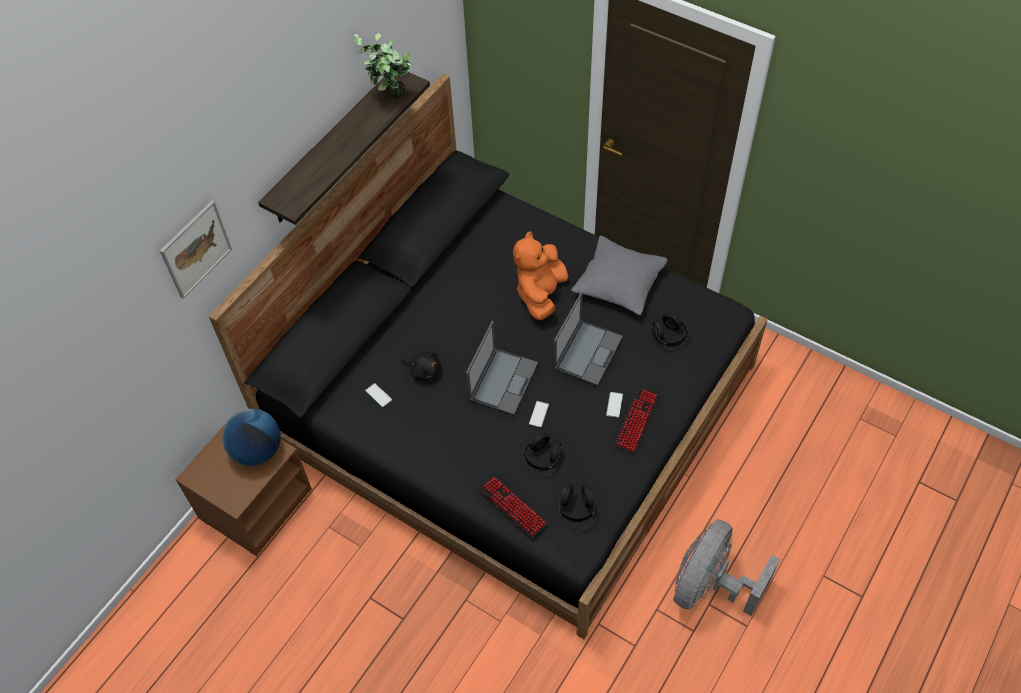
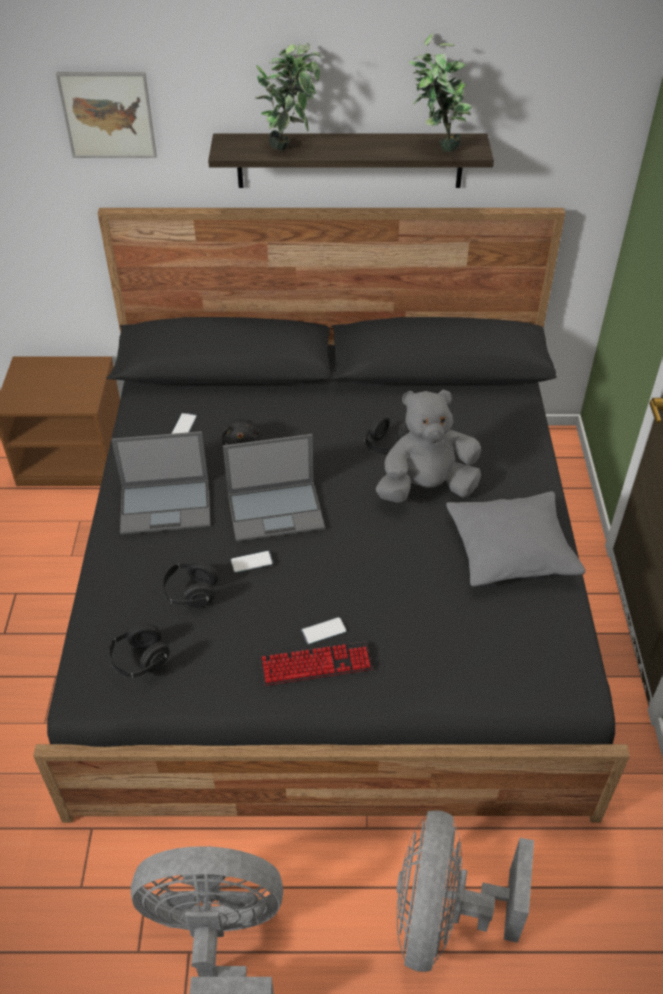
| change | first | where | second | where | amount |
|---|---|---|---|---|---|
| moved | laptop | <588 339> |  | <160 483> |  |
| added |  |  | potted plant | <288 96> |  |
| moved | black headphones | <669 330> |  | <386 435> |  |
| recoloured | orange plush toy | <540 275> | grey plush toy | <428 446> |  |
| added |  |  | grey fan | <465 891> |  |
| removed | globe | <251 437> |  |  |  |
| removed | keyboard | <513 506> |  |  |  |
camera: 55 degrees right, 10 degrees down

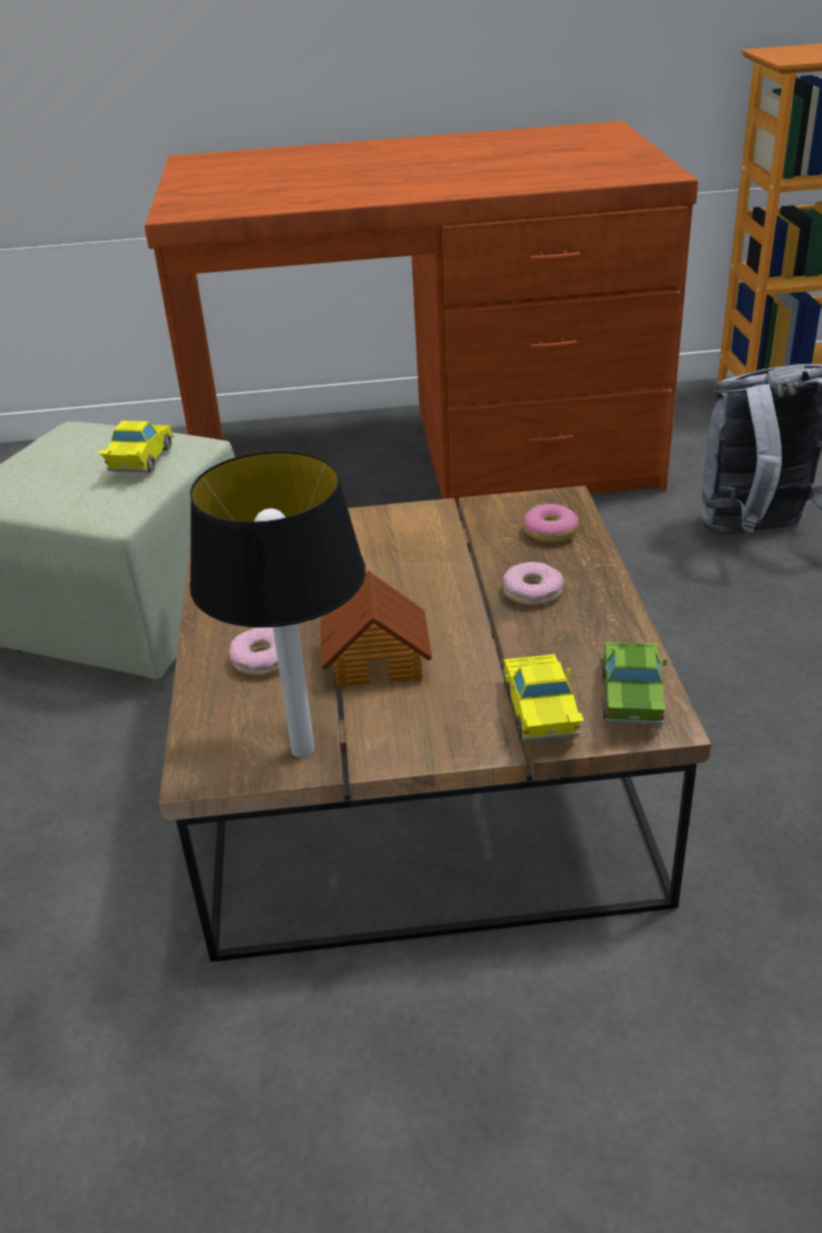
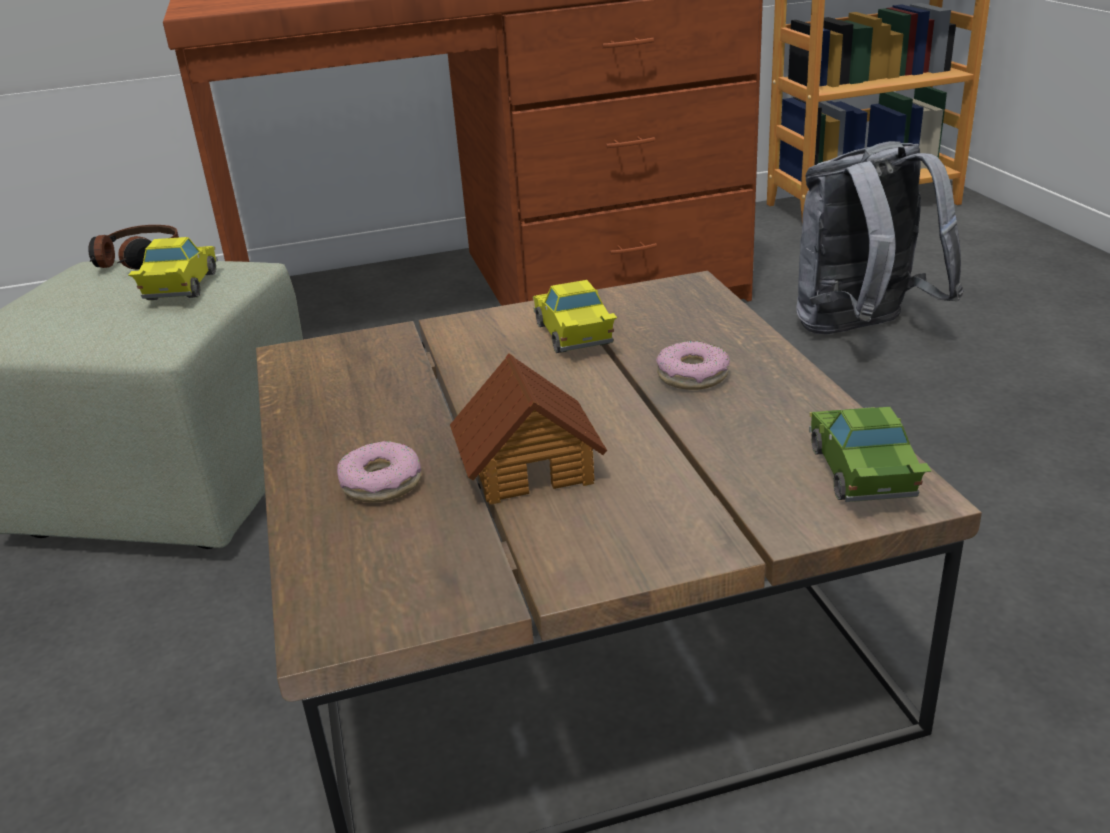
| change | first | where | second | where | amount |
|---|---|---|---|---|---|
| added |  |  | headphones | <133 247> |  |
| moved | yellow toy car | <543 698> |  | <574 316> |  |
| removed | table lamp | <278 604> |  |  |  |
| removed | donut | <551 523> |  |  |  |
camera: 10 degrees left, 5 degrees down

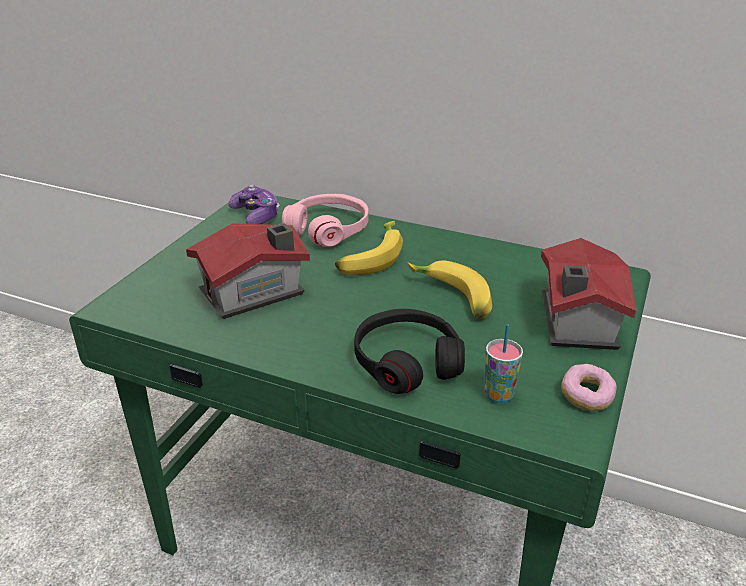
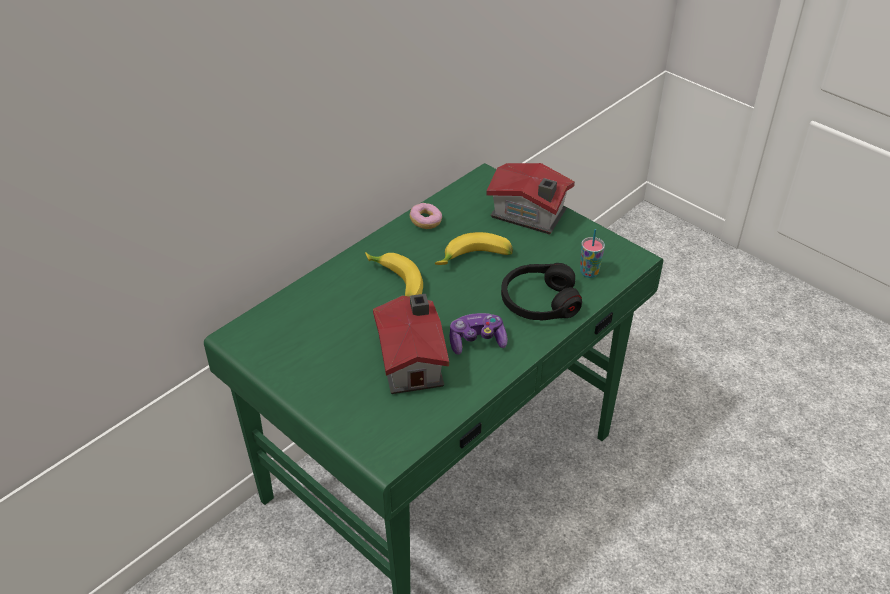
| change | first | where | second | where | amount |
|---|---|---|---|---|---|
| moved | donut | <589 387> |  | <426 216> |  |
| moved | game controller | <254 204> |  | <478 334> |  |
| removed | pink headphones | <325 220> |  |  |  |
camera: 70 degrees left, 10 degrees up

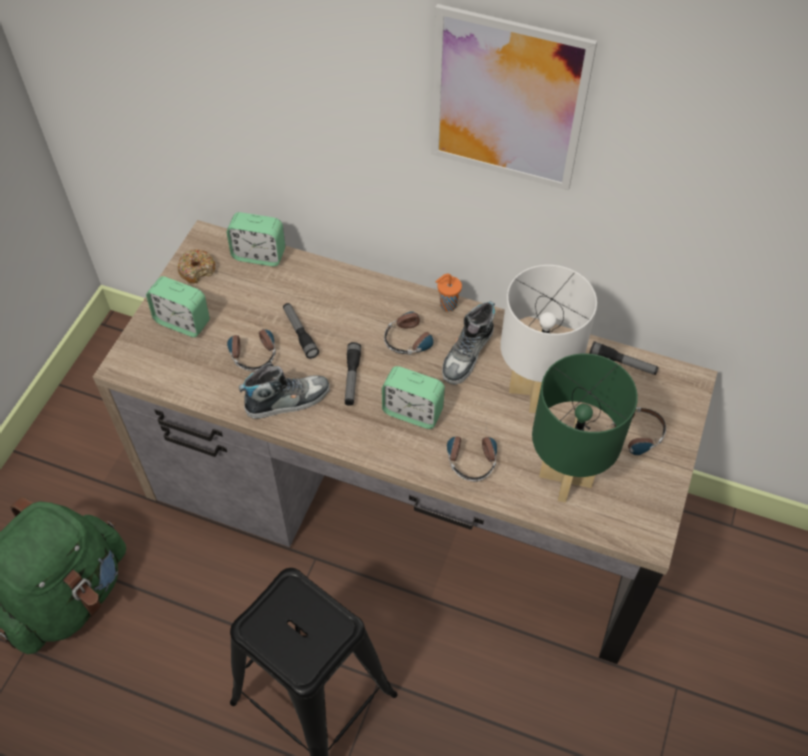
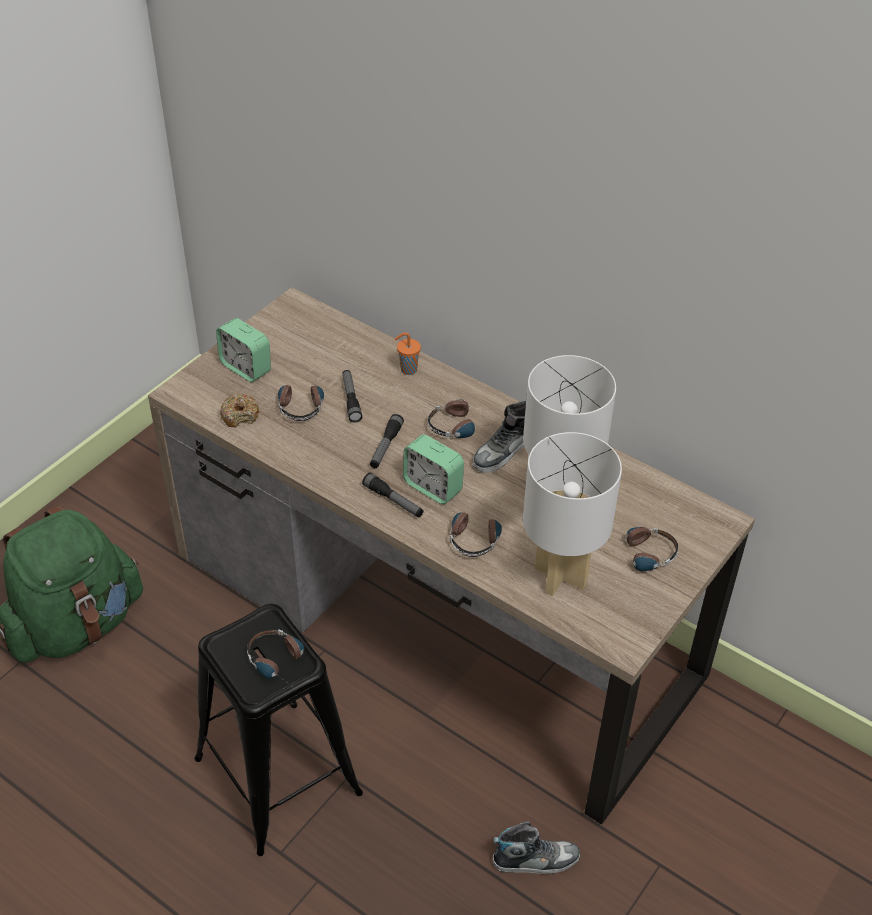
| change | first | where | second | where | amount |
|---|---|---|---|---|---|
| moved | donut | <196 266> |  | <240 410> |  |
| added |  |  | headphones | <275 657> |  |
| moved | flashlight | <624 358> |  | <392 495> |  |
| moved | orange cup | <448 293> |  | <407 353> |  |
| moved | shoe | <284 390> |  | <536 847> |  |
| recoloured | green table lamp | <585 428> | white table lamp | <572 514> |  |
| removed | alarm clock | <256 239> |  |  |  |
| removed | picture | <514 97> |  |  |  |
camera: 15 degrees right, 10 degrees down

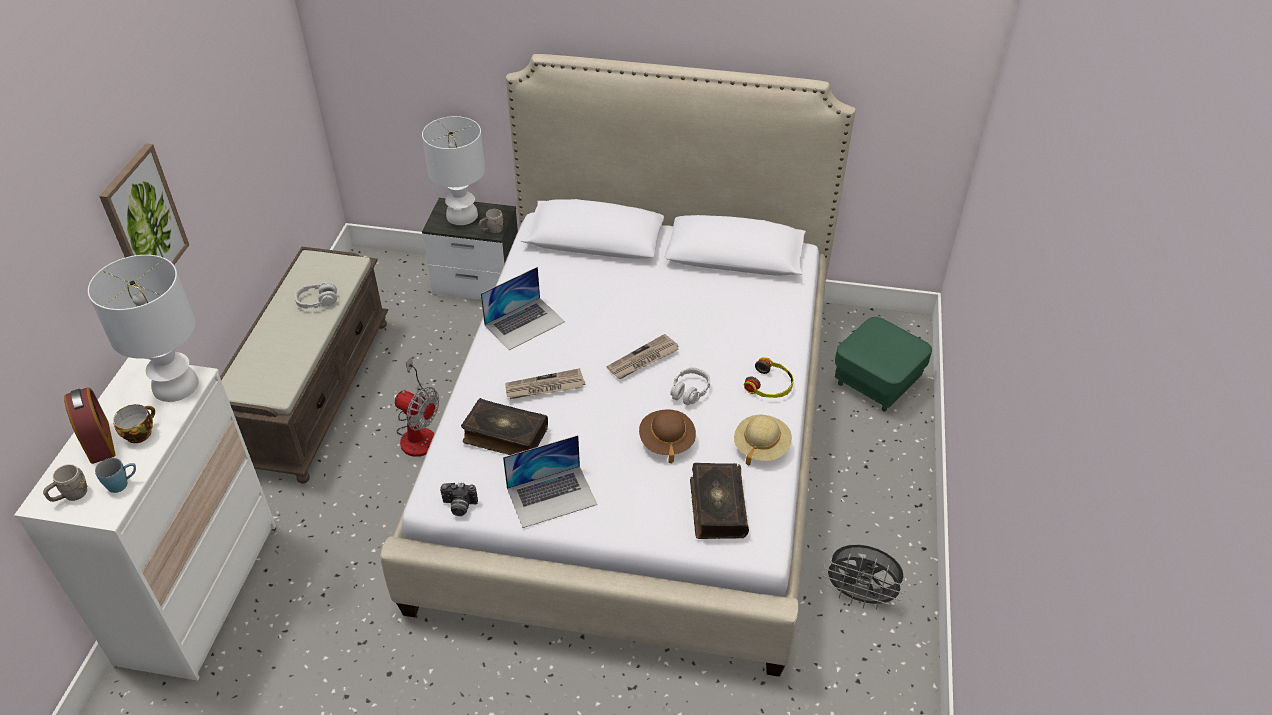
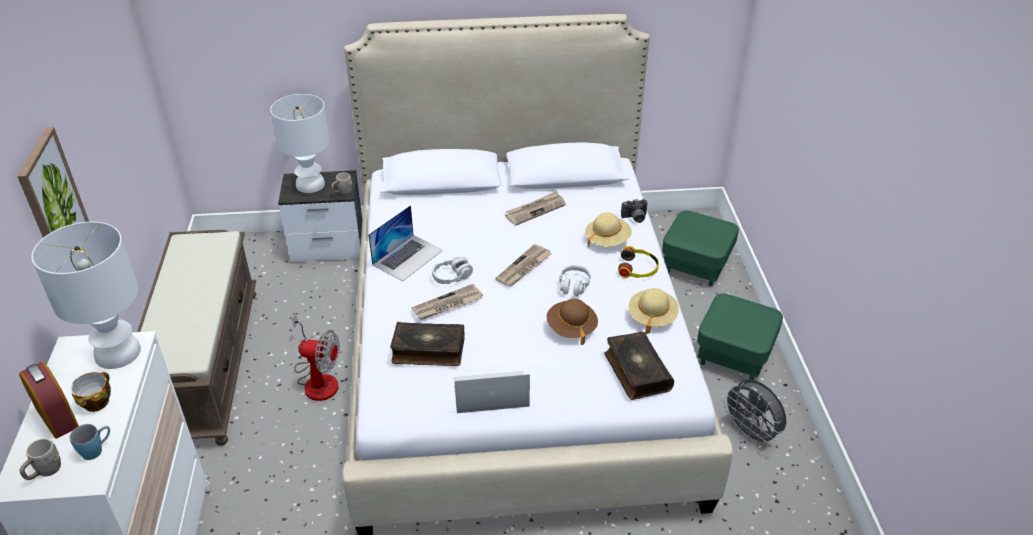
| change | first | where | second | where | amount |
|---|---|---|---|---|---|
| moved | grey headphones | <316 295> |  | <452 270> |  |
| turned | laptop | <550 481> |  | <492 392> | 150 degrees counterclockwise |
| added |  |  | newspaper | <535 208> |  |
| added |  |  | beige hat | <608 230> |  |
| moved | photo camera | <459 499> |  | <634 211> |  |
| added |  |  | green ottoman | <740 337> |  |
| turned | grey fan | <864 577> |  | <754 412> | 45 degrees clockwise |
camera: 15 degrees left, 5 degrees down

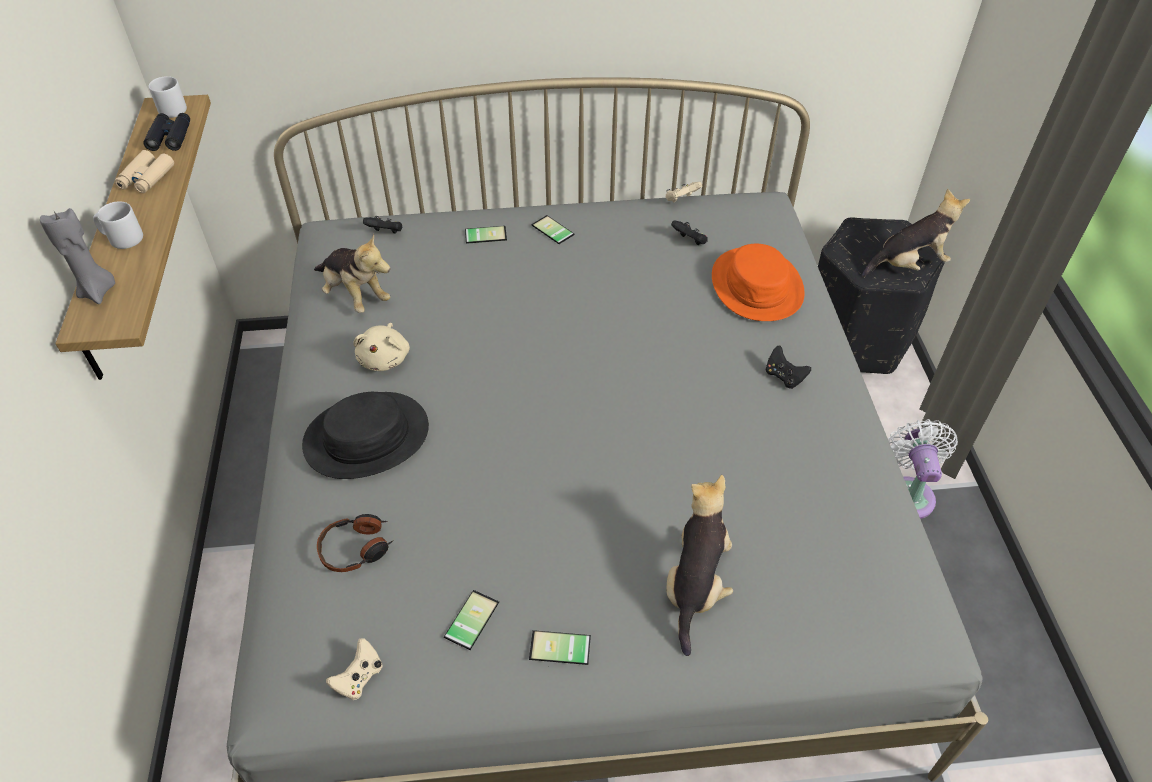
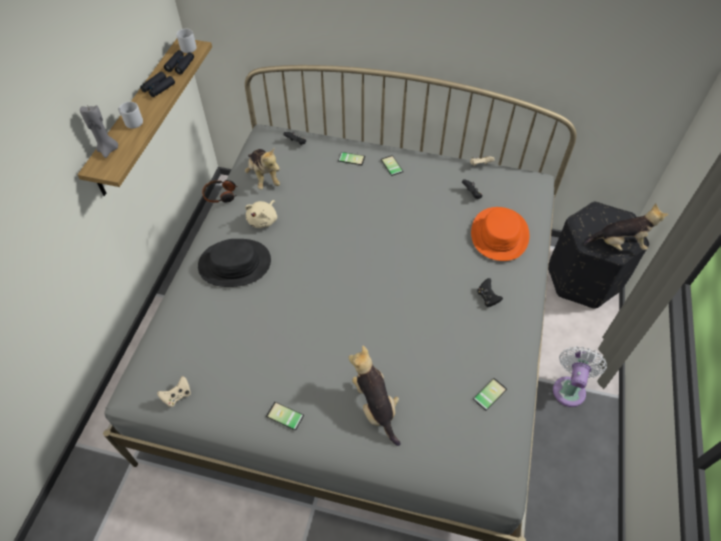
| change | first | where | second | where | amount |
|---|---|---|---|---|---|
| recoloured | beige binoculars | <144 171> | black binoculars | <157 84> |  |
| moved | headphones | <355 543> |  | <220 191> |  |
| turned | plush toy | <699 565> |  | <375 396> | 60 degrees counterclockwise |
| moved | phone | <471 620> |  | <490 394> |  |
camera: 20 degrees right, 5 degrees up

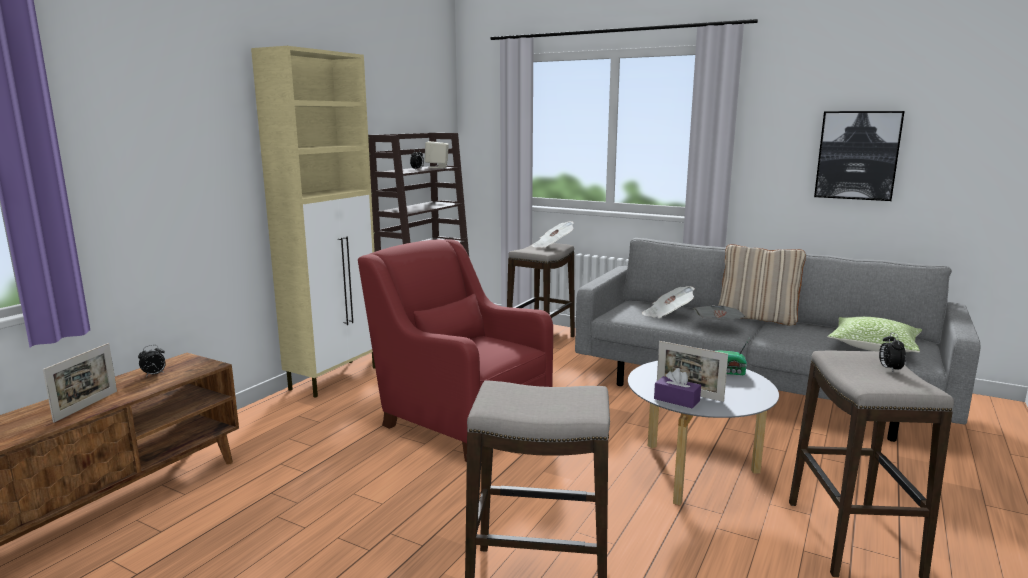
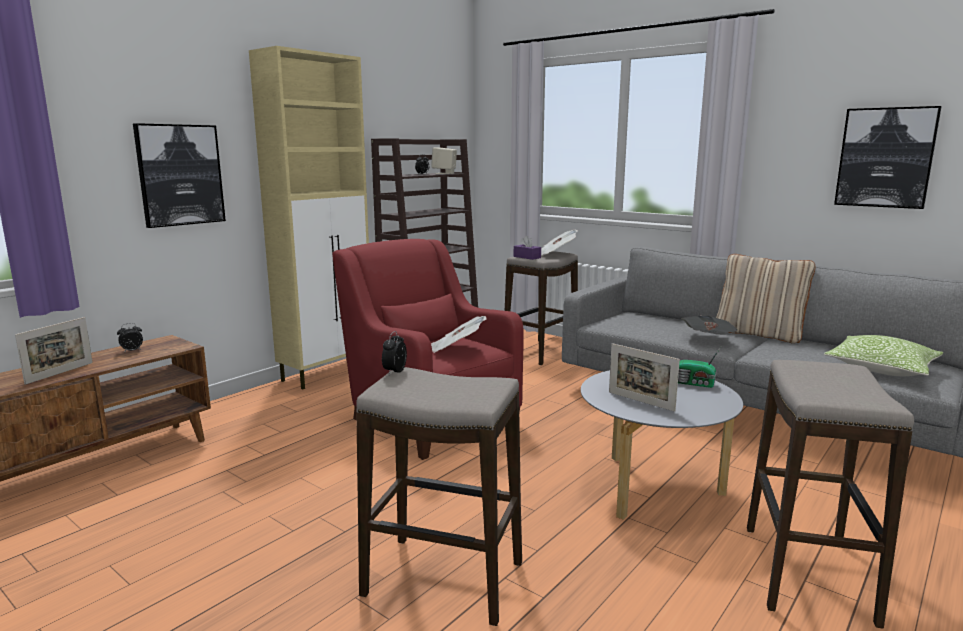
| change | first | where | second | where | amount |
|---|---|---|---|---|---|
| added |  |  | picture | <179 175> |  |
| moved | alarm clock | <892 352> |  | <394 353> |  |
| moved | newspaper | <668 302> |  | <459 334> |  |
| moved | purple tissue box | <677 388> |  | <527 248> |  |
camera: 10 degrees right, 0 degrees up

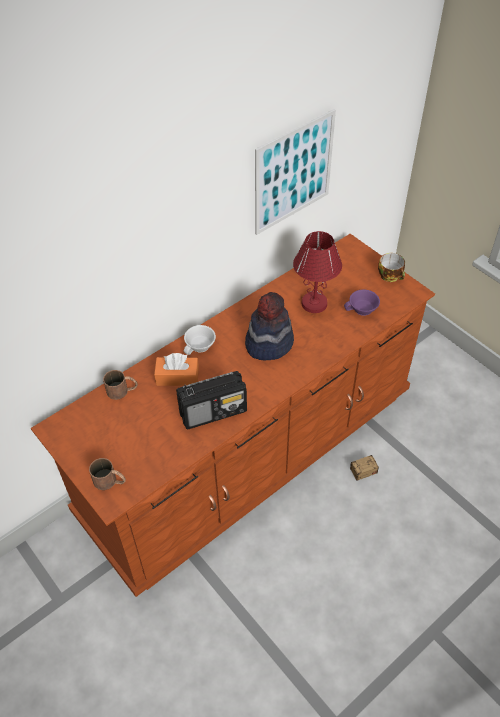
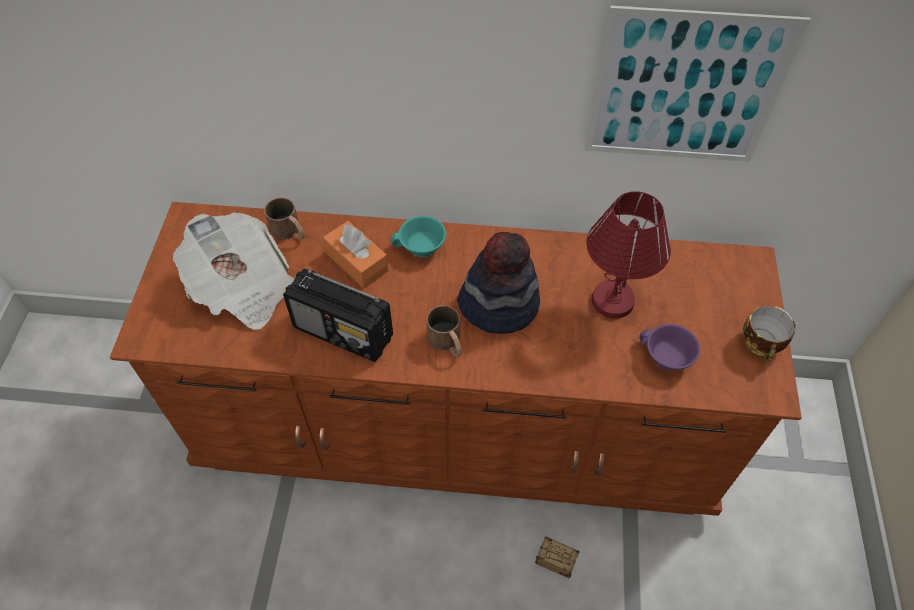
| change | first | where | second | where | amount |
|---|---|---|---|---|---|
| added |  |  | newspaper | <233 271> |  |
| recoloured | white cup | <200 340> | turquoise cup | <418 236> |  |
| moved | brown mug | <107 474> |  | <444 331> |  |
camera: 45 degrees right, 5 degrees up

